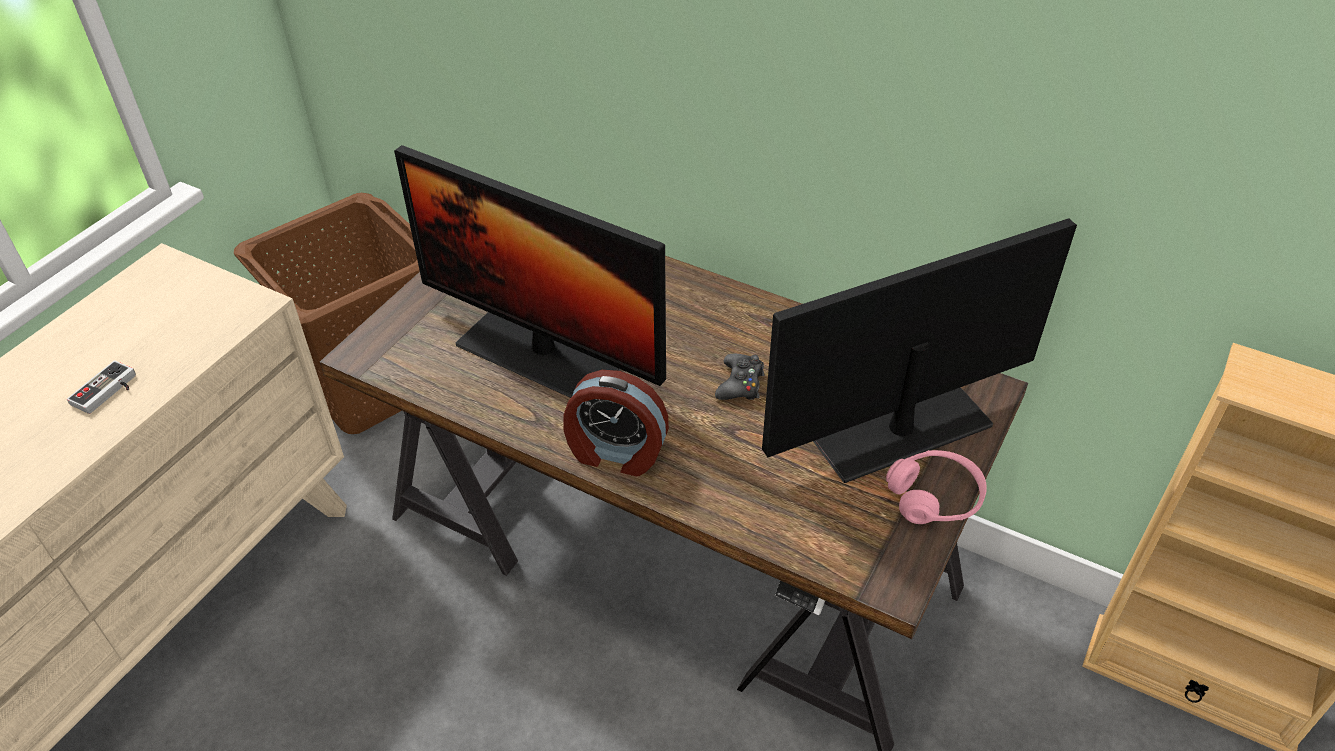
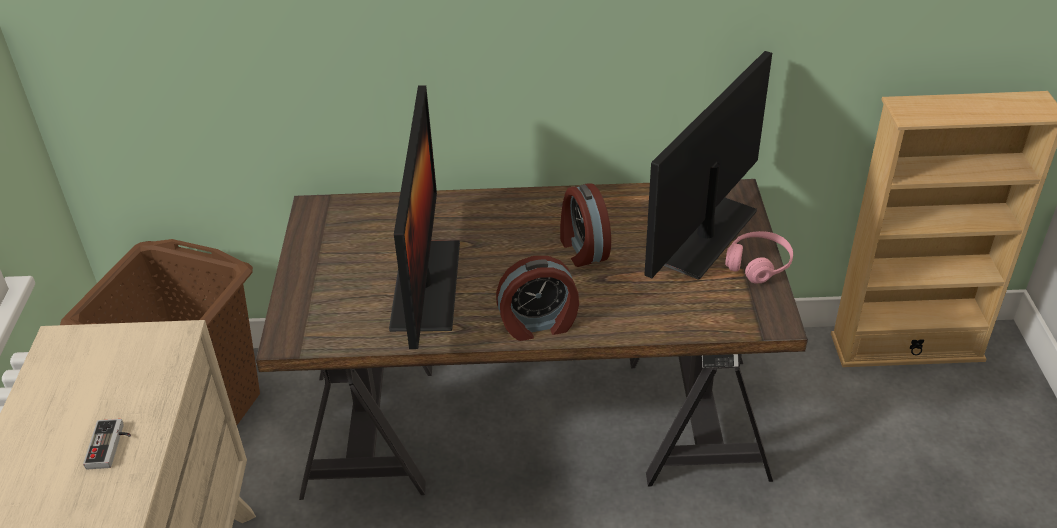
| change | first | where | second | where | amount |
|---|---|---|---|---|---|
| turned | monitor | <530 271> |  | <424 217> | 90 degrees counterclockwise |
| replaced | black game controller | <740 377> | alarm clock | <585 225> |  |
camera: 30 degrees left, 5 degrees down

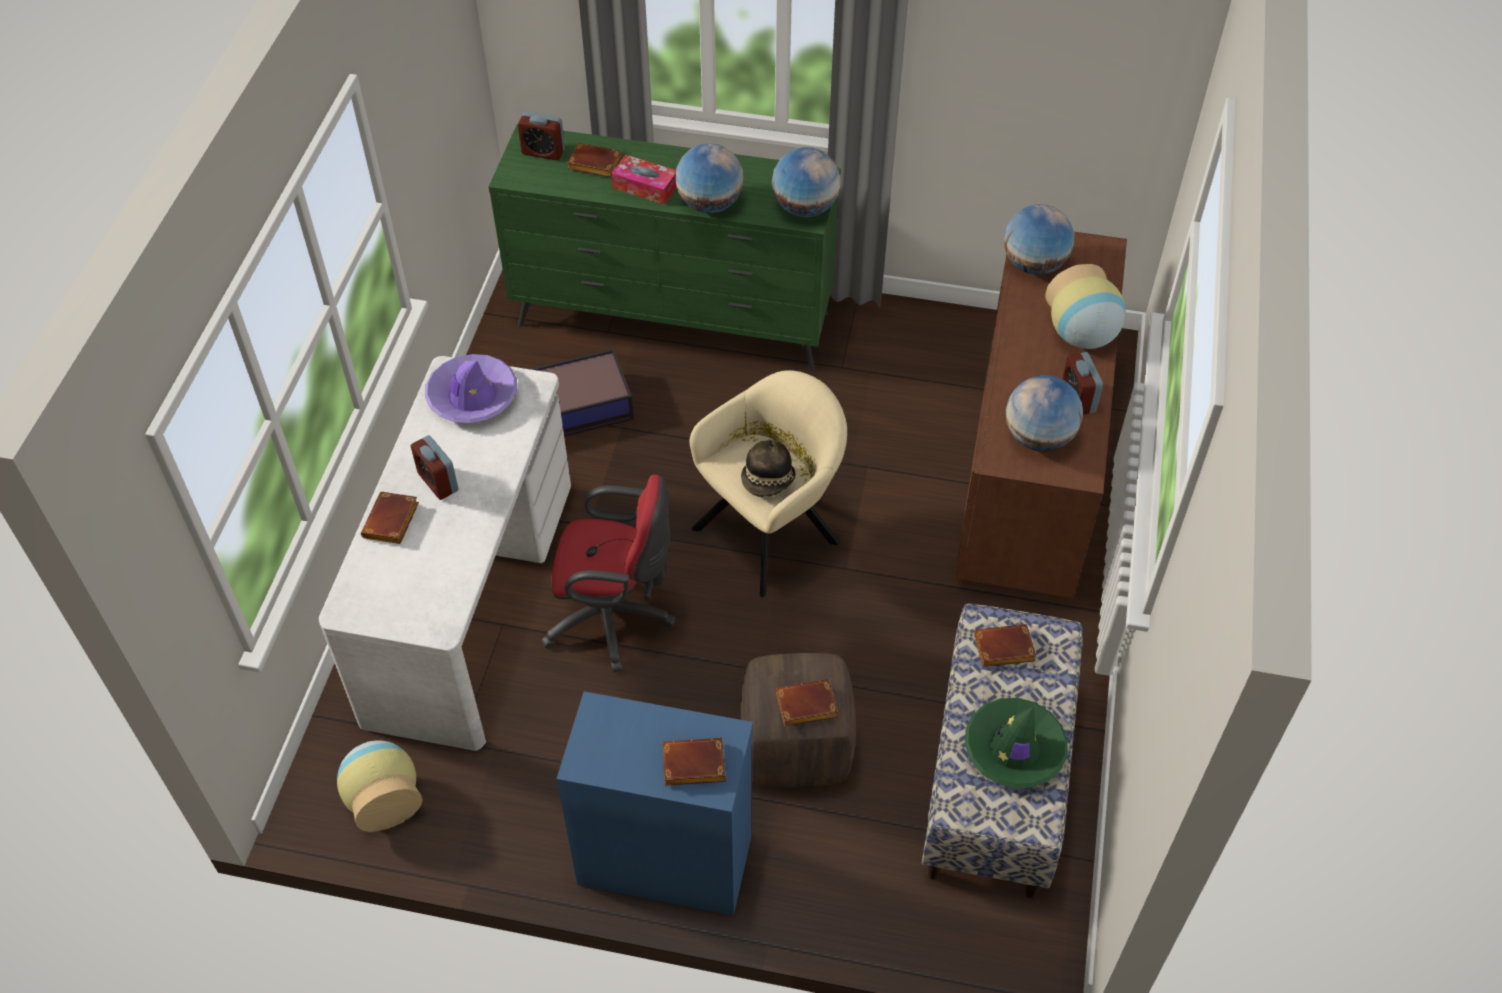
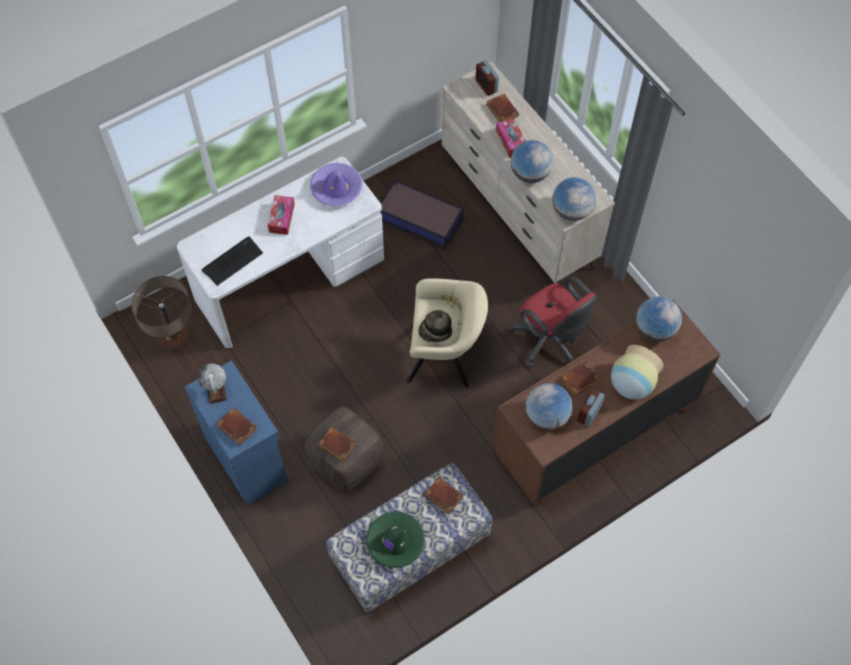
| change | first | where | second | where | amount |
|---|---|---|---|---|---|
| replaced | vase | <380 786> | table lamp | <162 312> |  |
| added |  |  | globe | <212 384> |  |
| added |  |  | keyboard | <232 261> |  |
| replaced | alarm clock | <434 467> | tissue box | <281 215> |  |
| recoloured | green dresser | <665 247> | beige dresser | <528 172> |  |
| moved | red office chair | <608 573> |  | <552 321> |  |
| moved | brown book | <390 518> |  | <580 379> |  |
camera: 45 degrees right, 10 degrees up

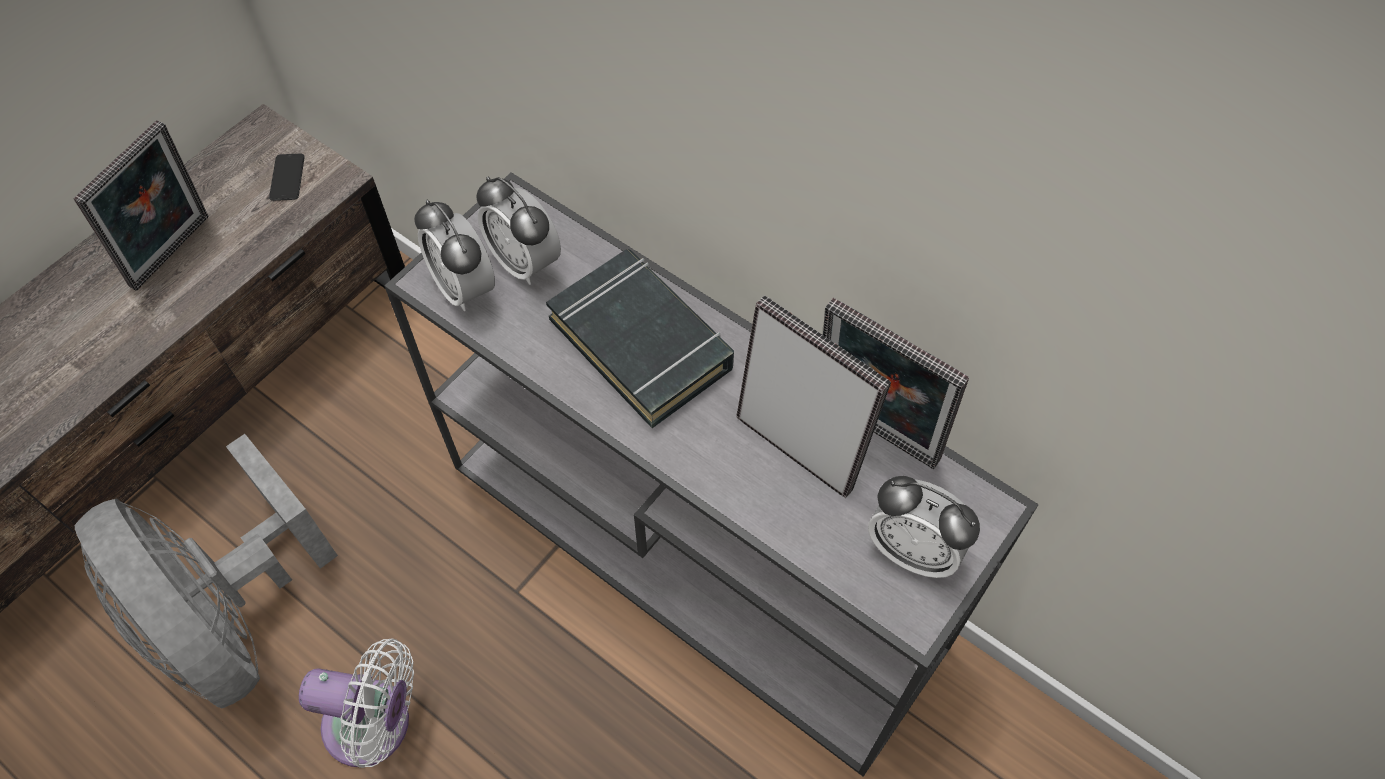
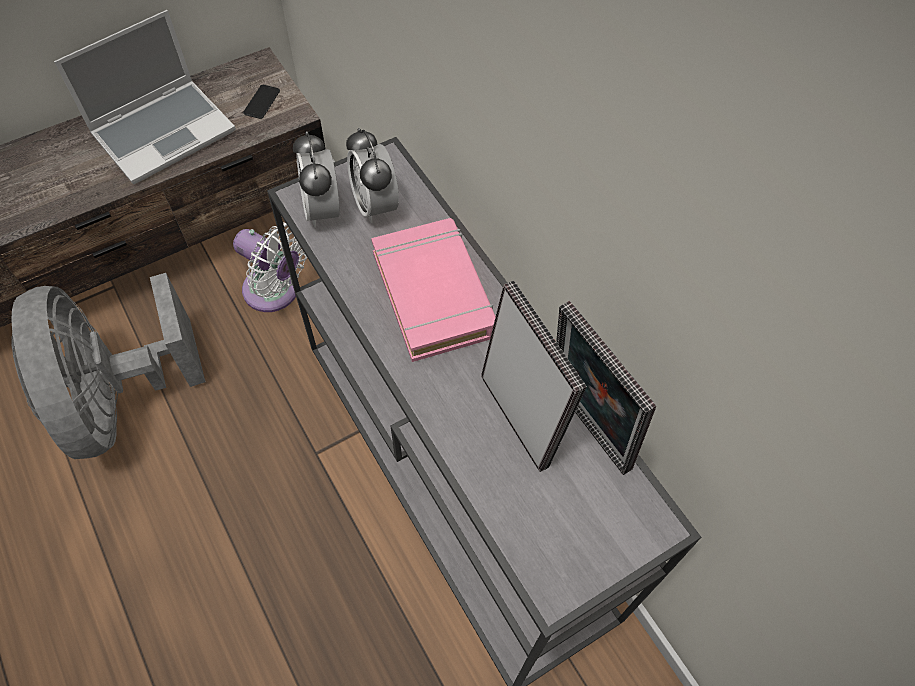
| change | first | where | second | where | amount |
|---|---|---|---|---|---|
| replaced | picture frame | <141 205> | laptop | <145 97> |  |
| moved | white fan | <356 703> |  | <270 267> |  |
| recoloured | black book | <640 338> | pink book | <433 290> |  |
| removed | alarm clock | <924 527> |  |  |  |
camera: 20 degrees right, 0 degrees up

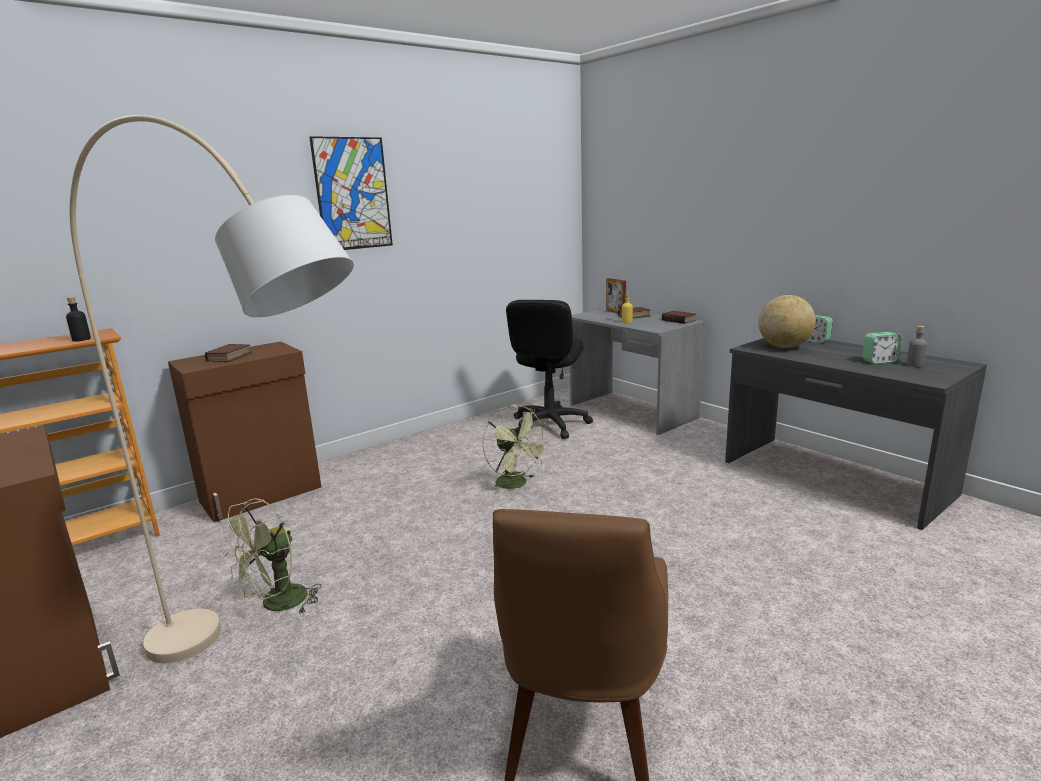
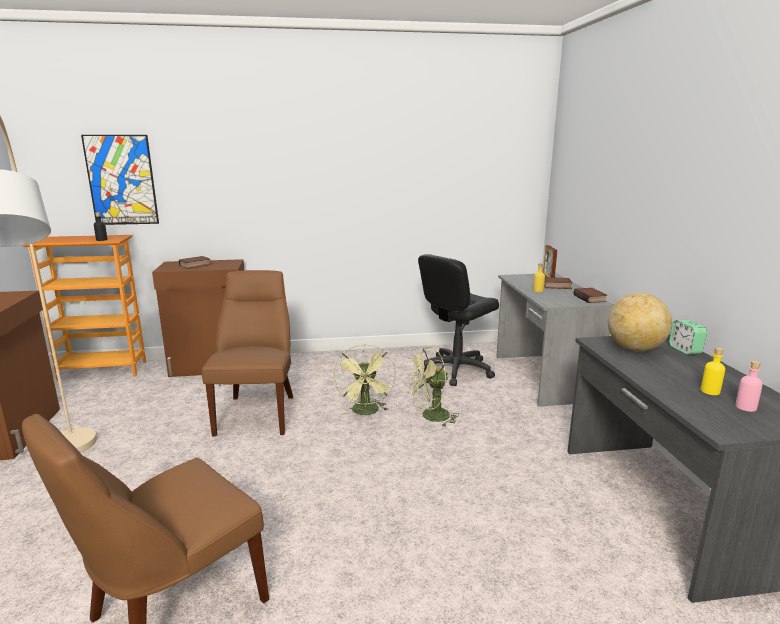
| change | first | where | second | where | amount |
|---|---|---|---|---|---|
| moved | picture | <351 193> |  | <120 180> |  |
| added |  |  | brown chair | <247 353> |  |
| moved | green fan | <271 555> |  | <431 387> |  |
| replaced | alarm clock | <881 348> | yellow bottle | <713 371> |  |
| recoloured | grey bottle | <917 346> | pink bottle | <749 386> |  |
camera: 30 degrees right, 0 degrees up

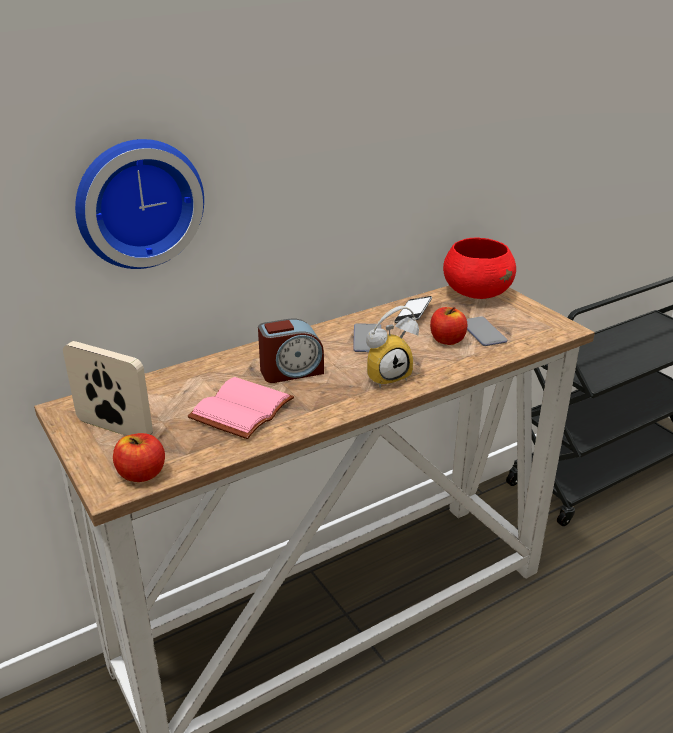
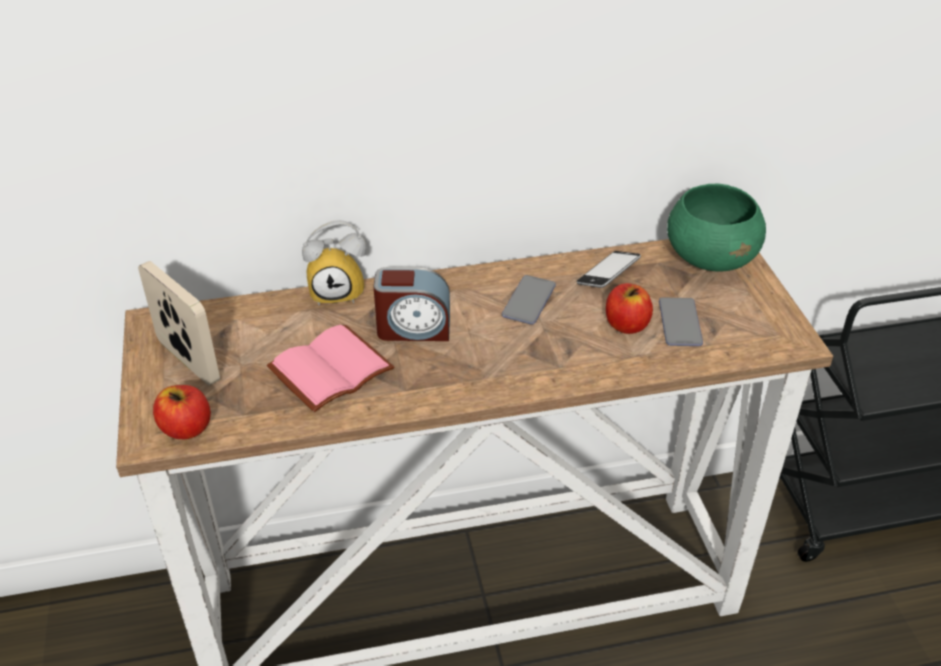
| change | first | where | second | where | amount |
|---|---|---|---|---|---|
| moved | alarm clock | <392 347> |  | <334 263> |  |
| recoloured | red bowl | <479 268> | green bowl | <716 228> |  |
| removed | wall clock | <139 204> |  |  |  |
camera: 20 degrees right, 10 degrees up

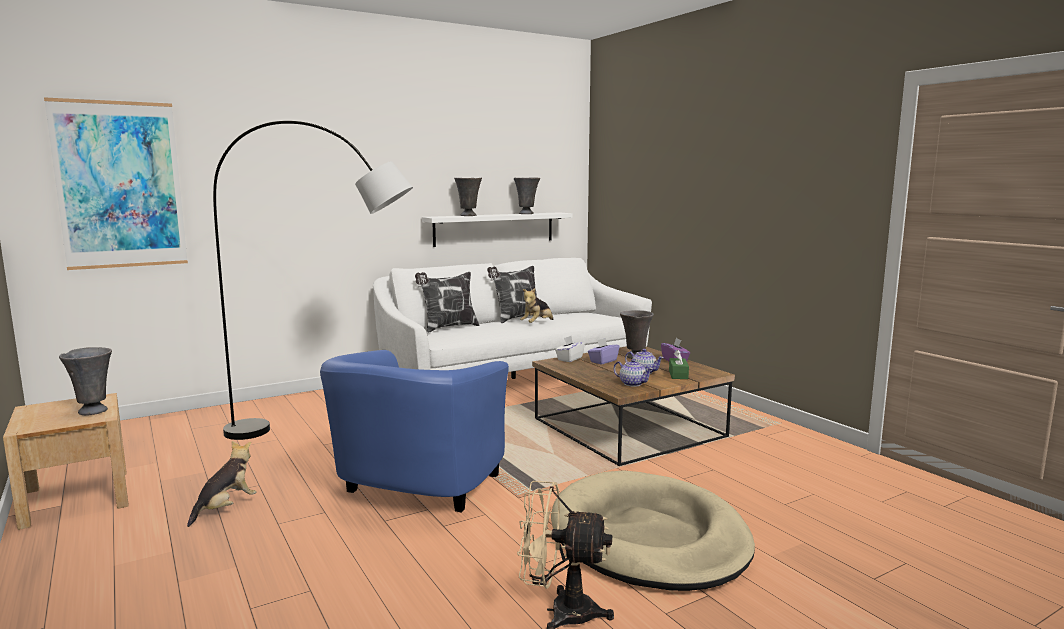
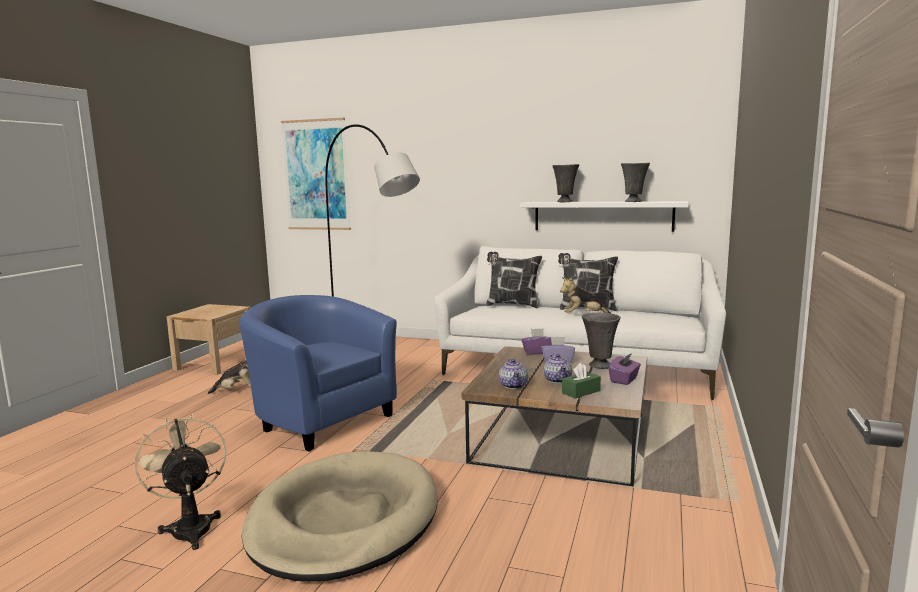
| change | first | where | second | where | amount |
|---|---|---|---|---|---|
| turned | blue armchair | <414 431> |  | <318 373> | 60 degrees clockwise |
| recoloured | white tissue box | <570 349> | purple tissue box | <536 341> |  |
| removed | grey vase | <85 381> |  |  |  |
camera: 50 degrees right, 0 degrees up

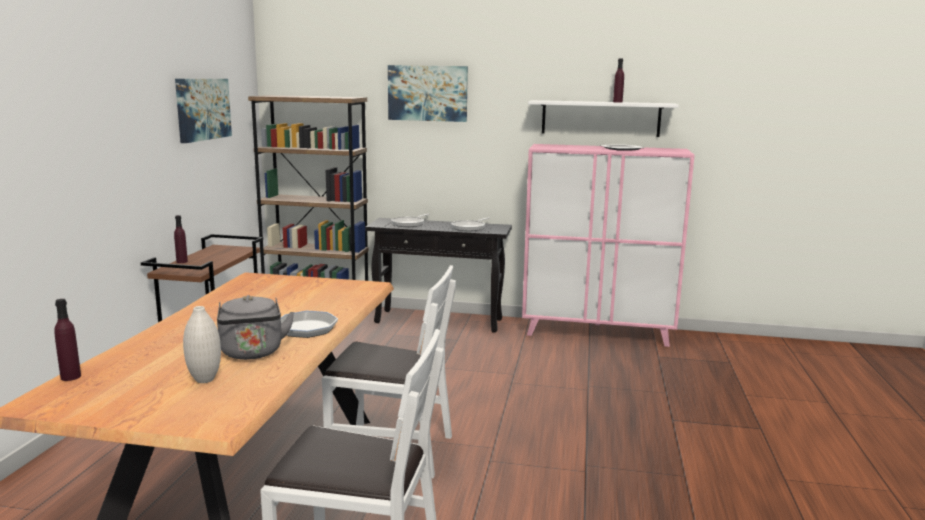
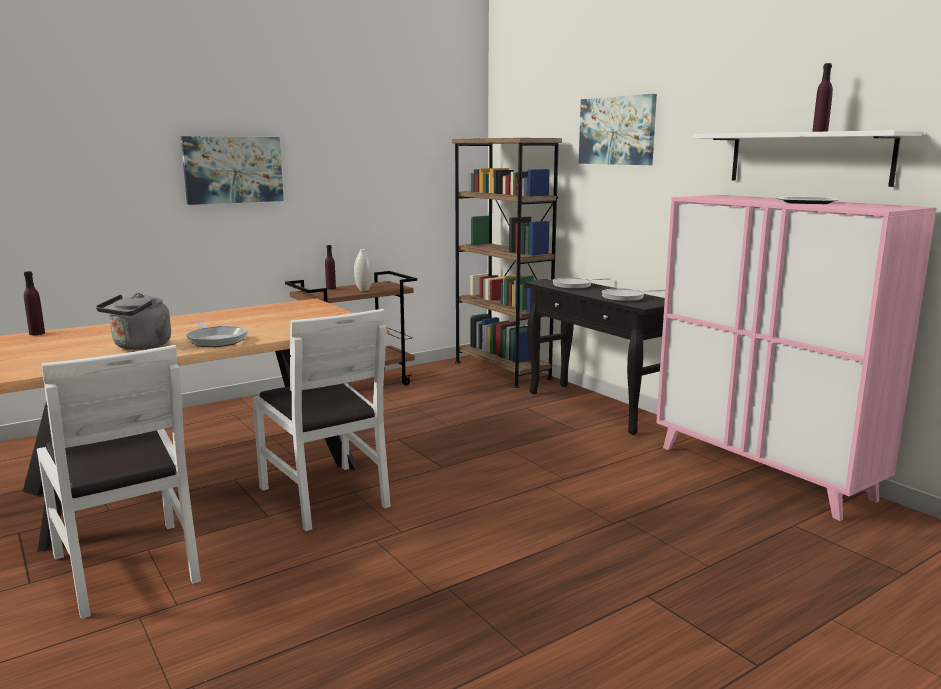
| change | first | where | second | where | amount |
|---|---|---|---|---|---|
| moved | picture | <203 111> |  | <232 170> |  |
| moved | white vase | <202 344> |  | <363 270> |  |
camera: 45 degrees right, 0 degrees up

